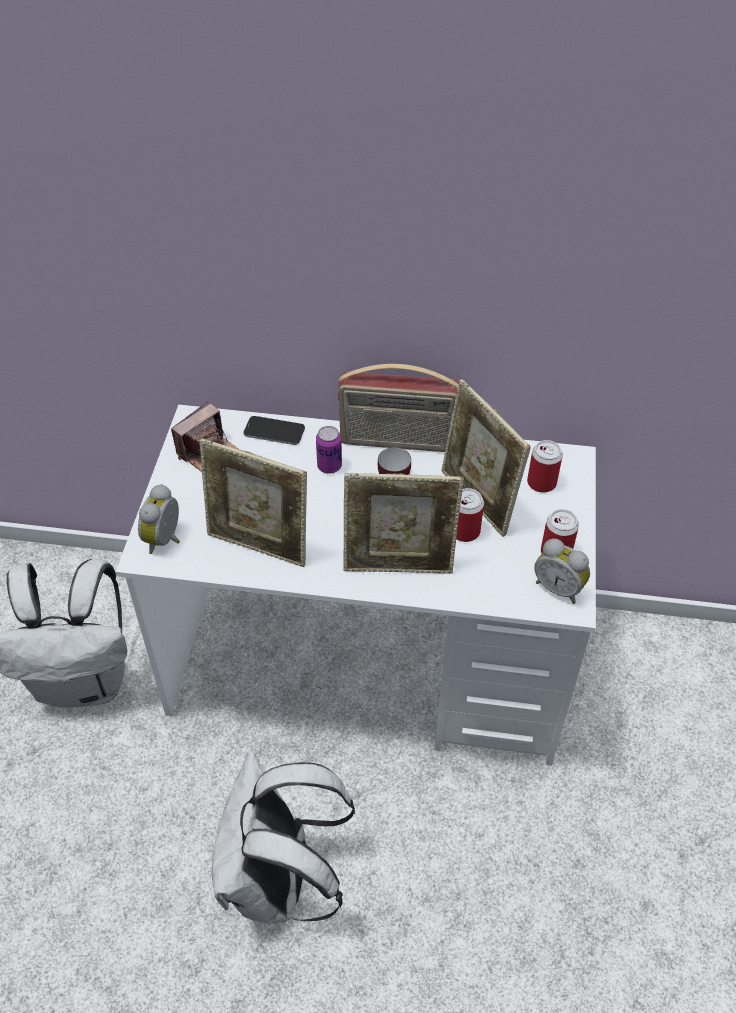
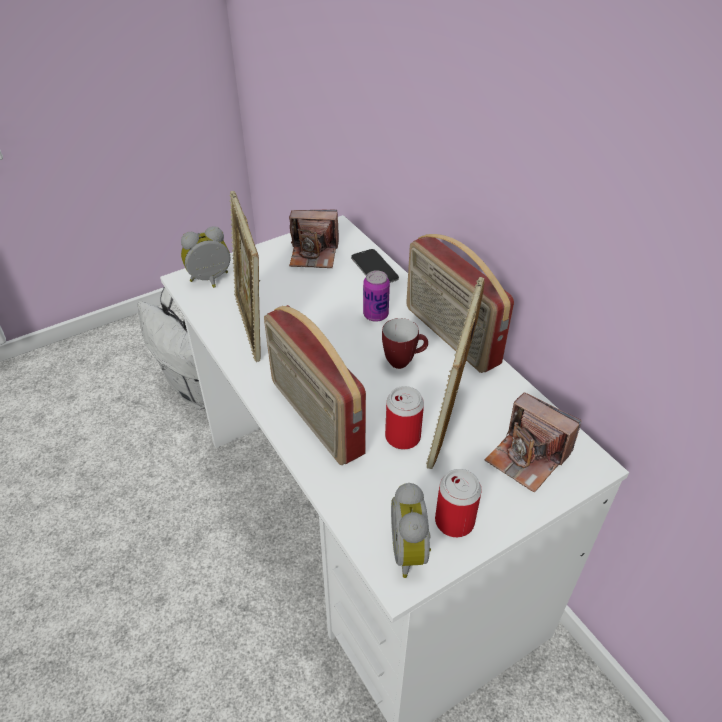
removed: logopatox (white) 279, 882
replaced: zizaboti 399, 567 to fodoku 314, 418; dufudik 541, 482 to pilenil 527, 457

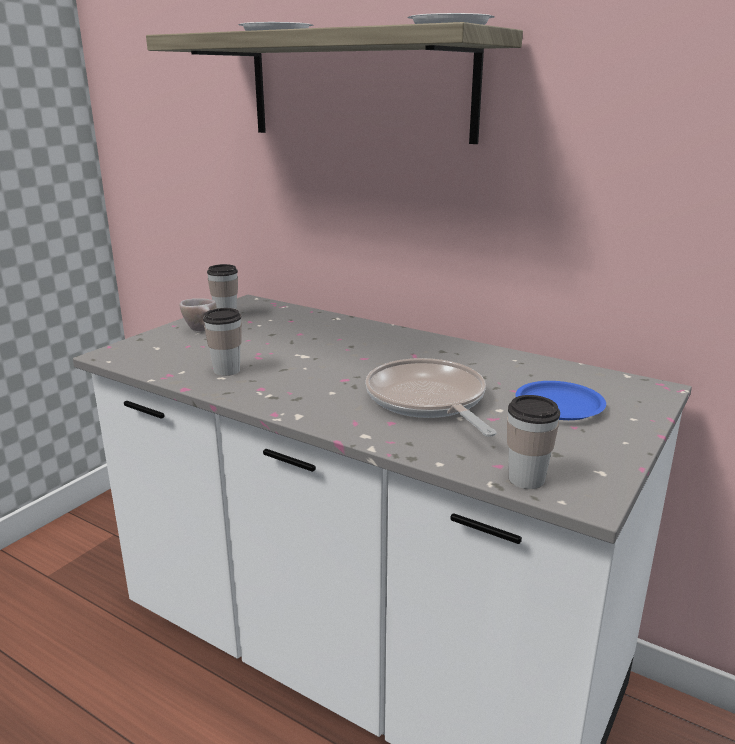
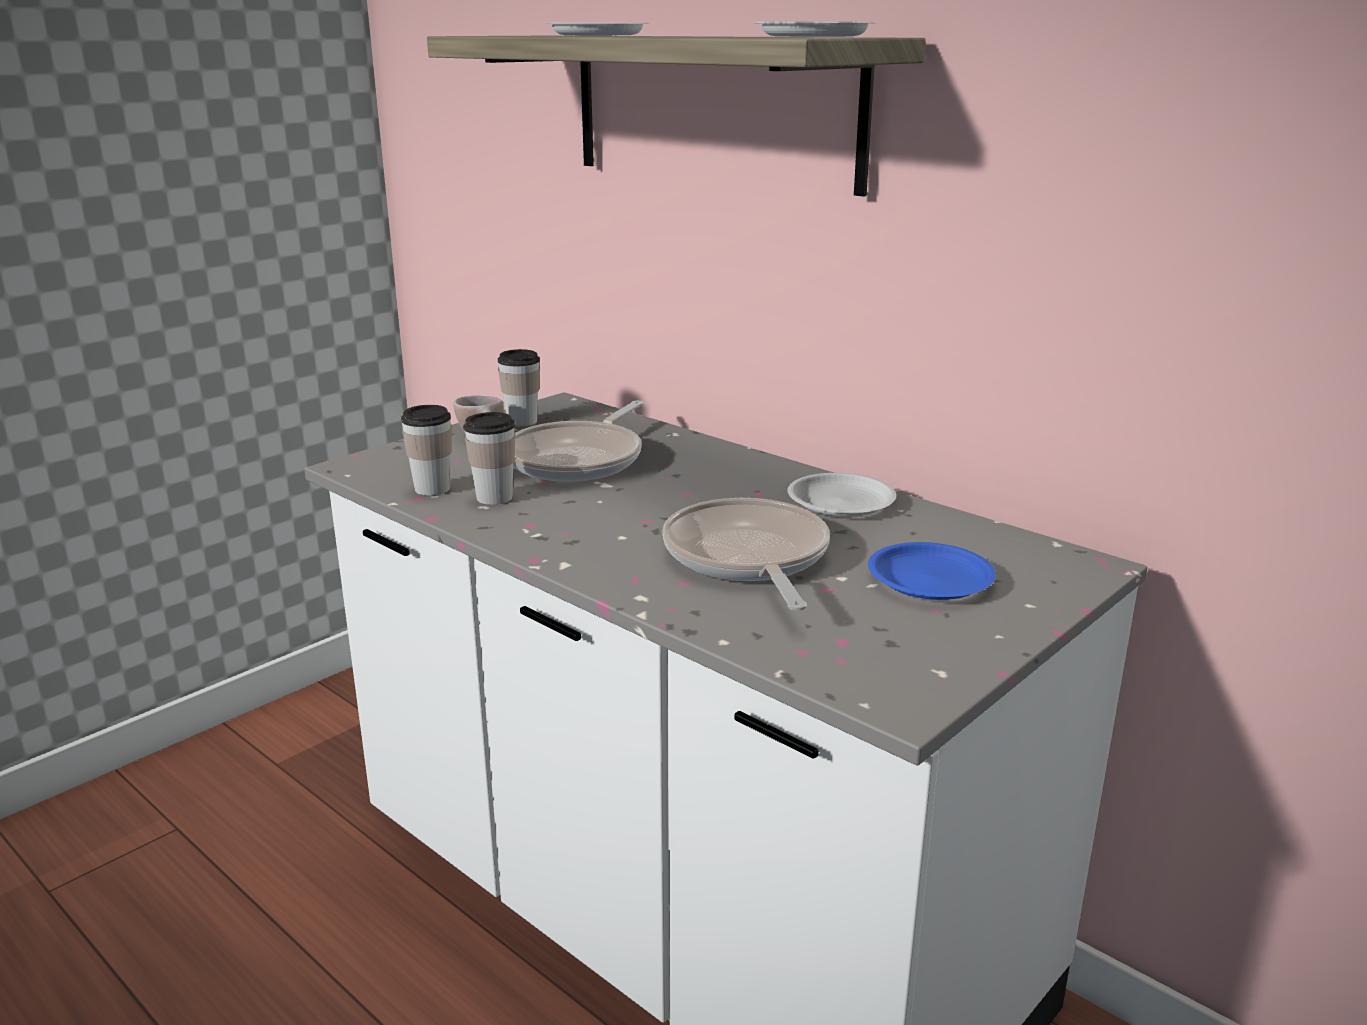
added: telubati 579, 459; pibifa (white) 842, 502
moved: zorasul 526, 479 to 432, 489

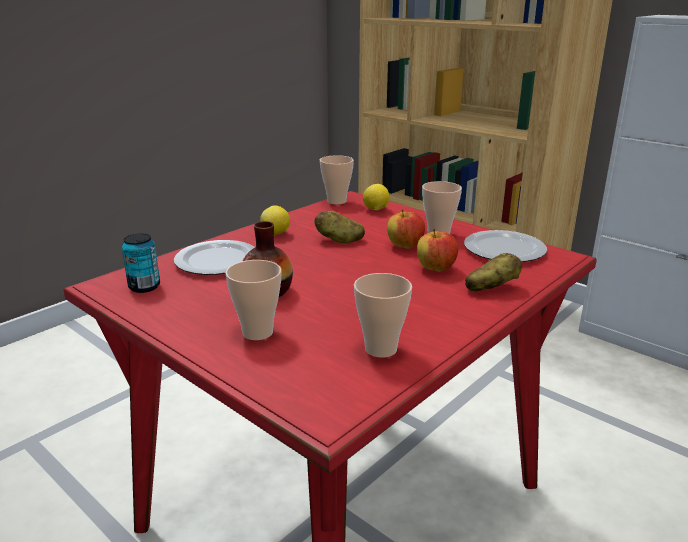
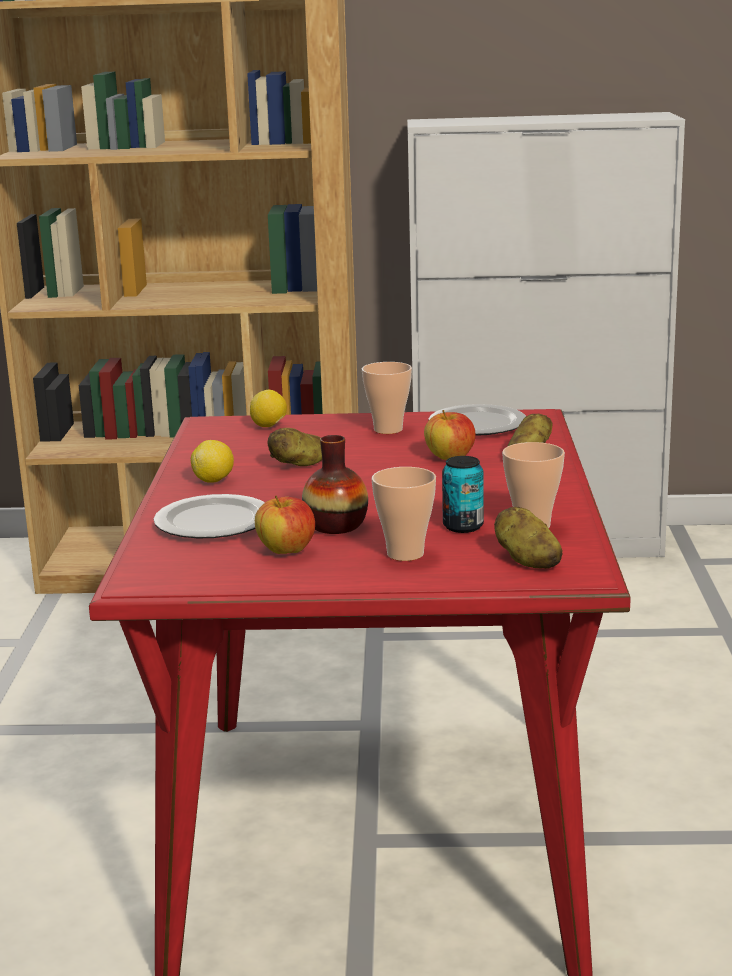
removed: zorasul 336, 201
added: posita 526, 560
moved: dufudik 144, 287 to 463, 526; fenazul 405, 246 to 286, 551

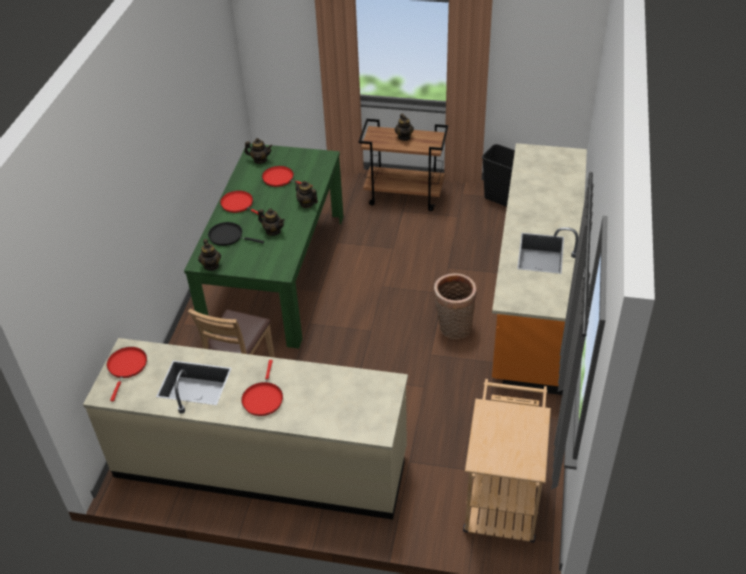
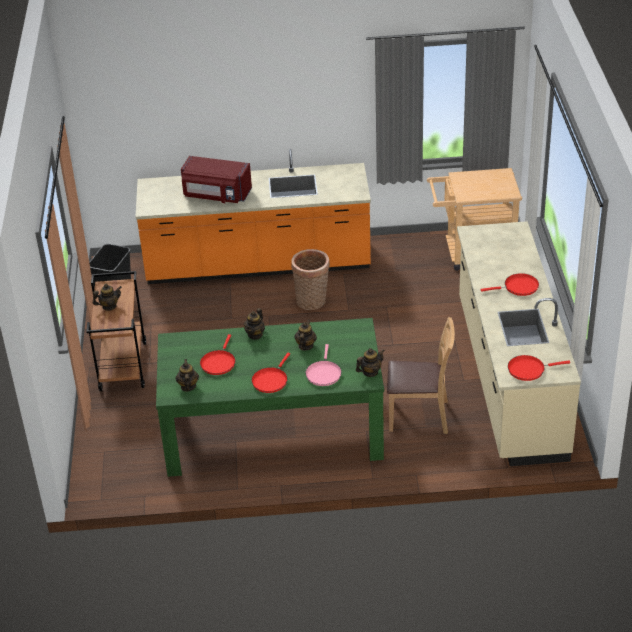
added: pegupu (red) 216, 195
recoloured: telubati (black) 228, 236 to telubati (pink) 323, 373

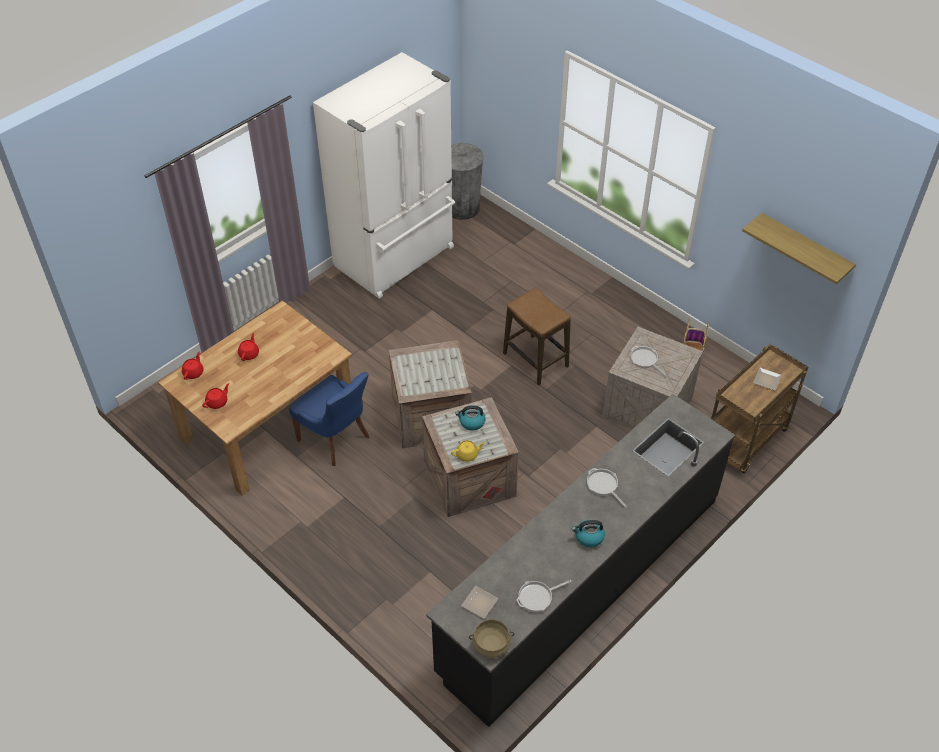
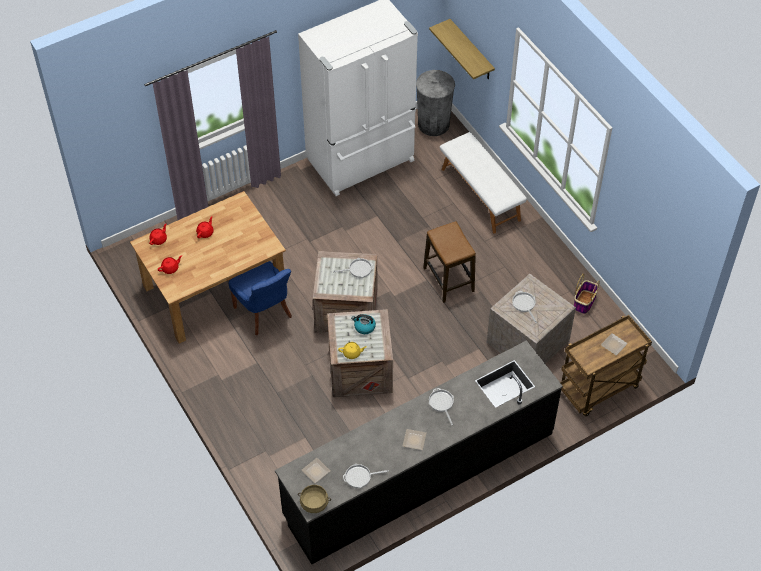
added: telubati 358, 269; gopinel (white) 481, 194
moved: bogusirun 804, 249 to 471, 51
replaced: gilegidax 588, 537 to pibifa 415, 441

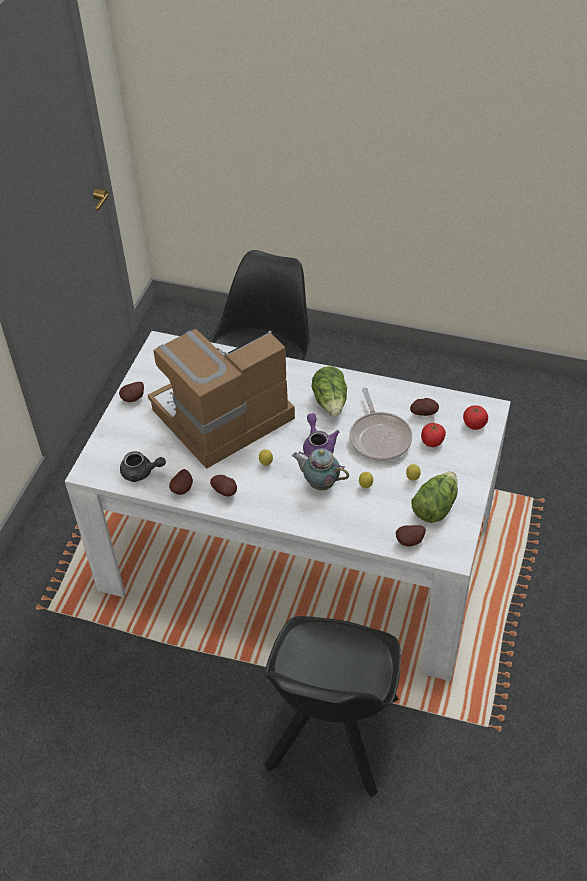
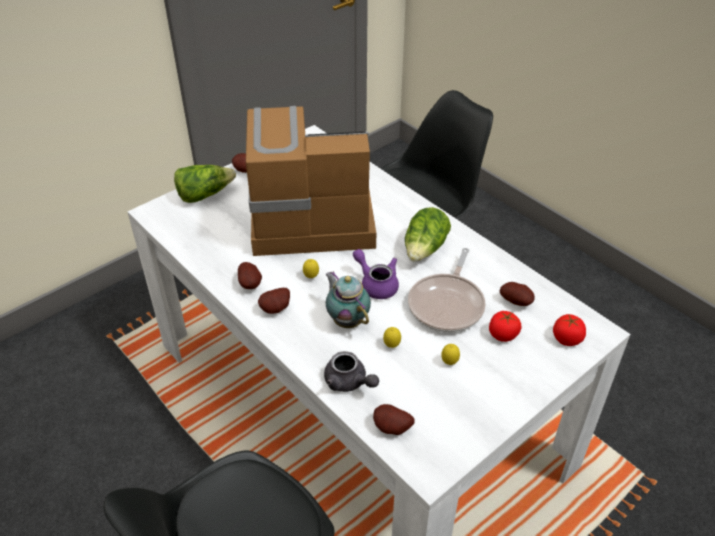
moved: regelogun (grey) 141, 473 to 349, 382; posita 183, 489 to 277, 309; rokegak 435, 506 to 204, 194
turned: regelogun (purple) 318, 446 = 376, 284 60 degrees counterclockwise

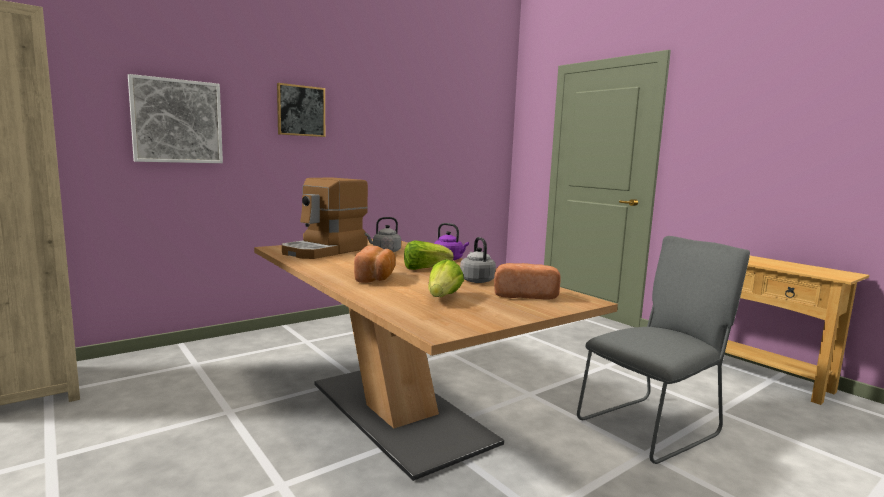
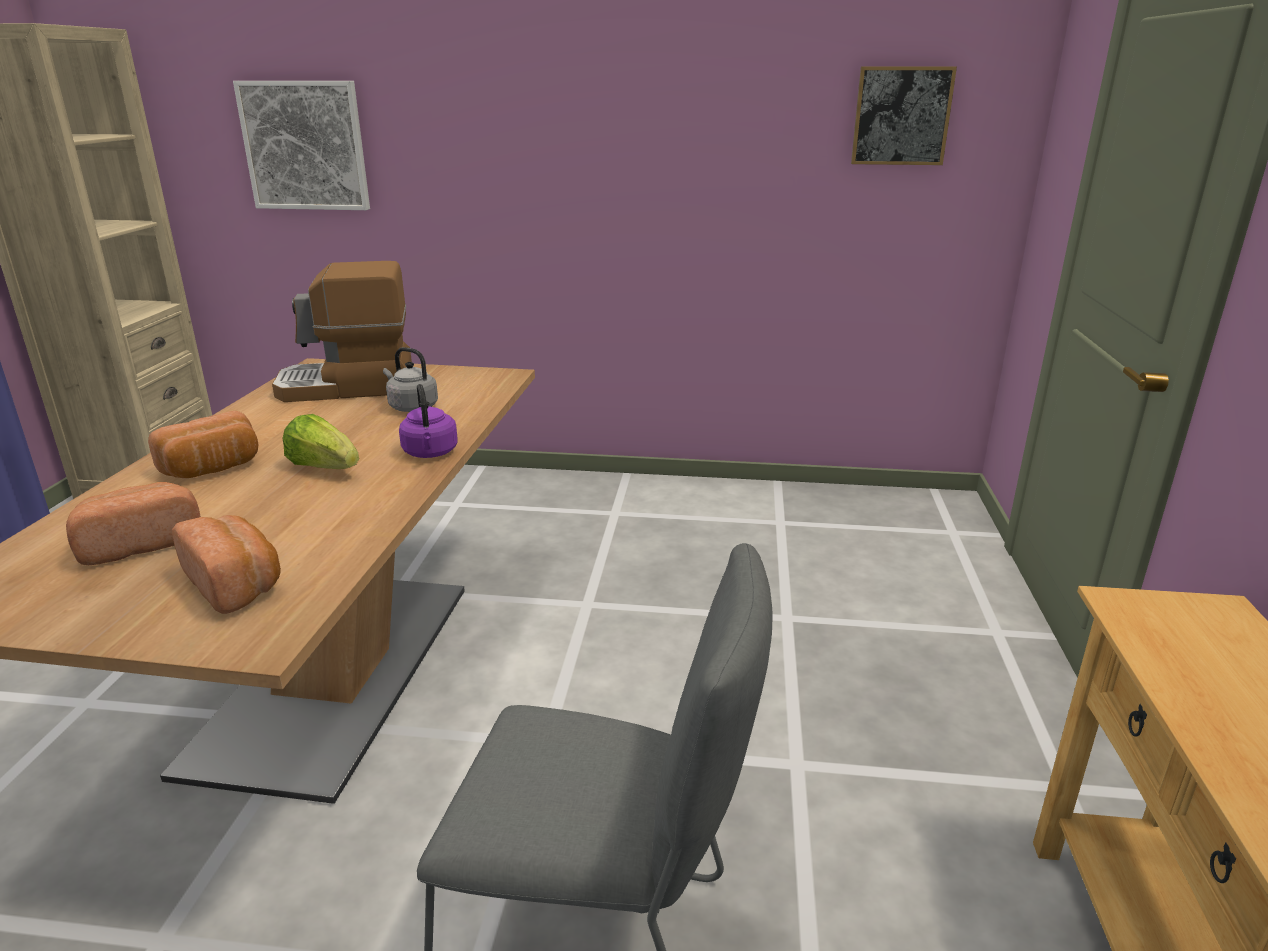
removed: gilegidax (grey) 476, 280
moved: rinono 301, 111 to 901, 116
replaced: rokegak 443, 297 to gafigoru 141, 543

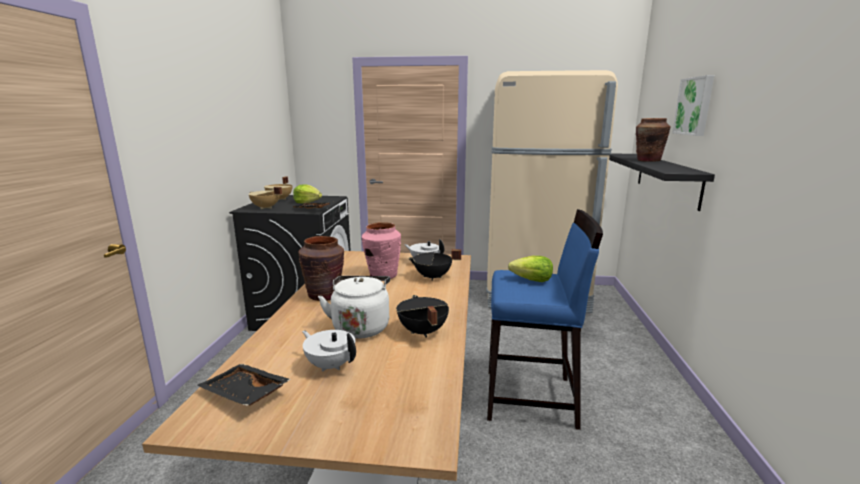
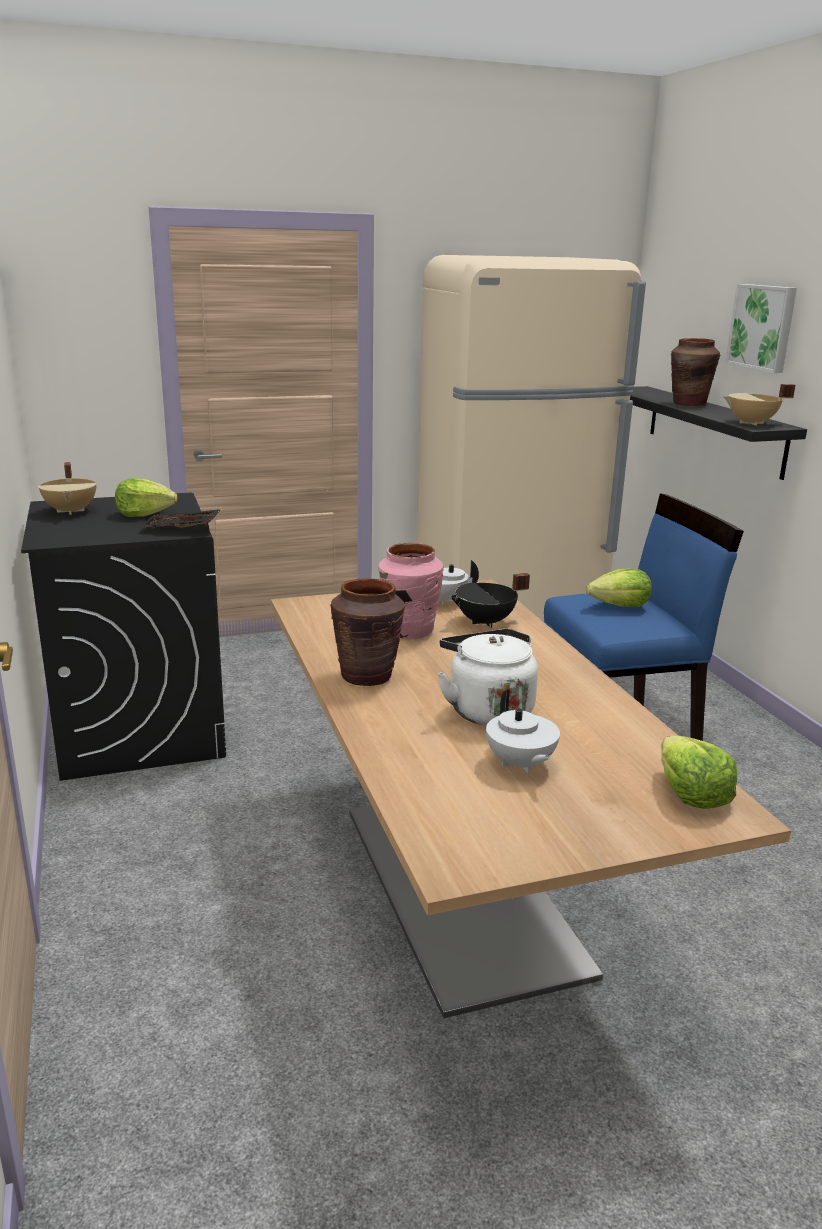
removed: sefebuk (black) 243, 394; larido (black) 422, 332
added: rokegak 691, 794
moved: larido (beige) 265, 208 to 752, 423
turned: regelogun (white) 330, 365 = 520, 764 120 degrees counterclockwise

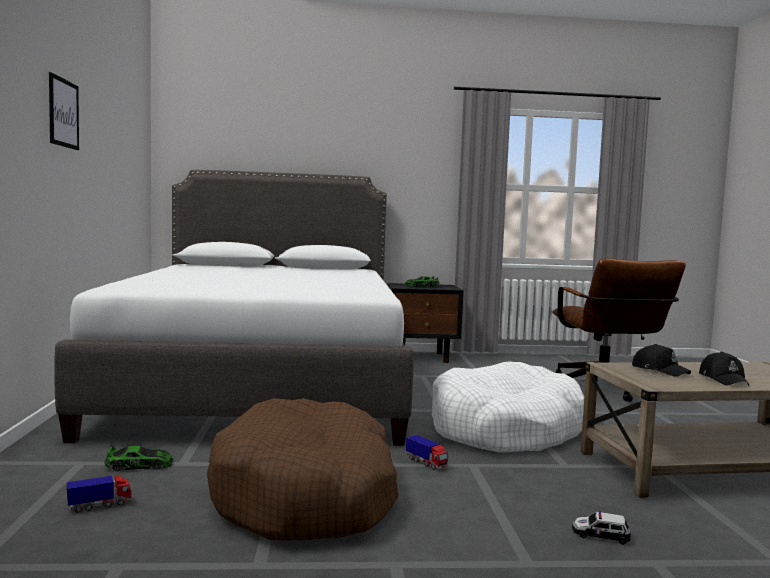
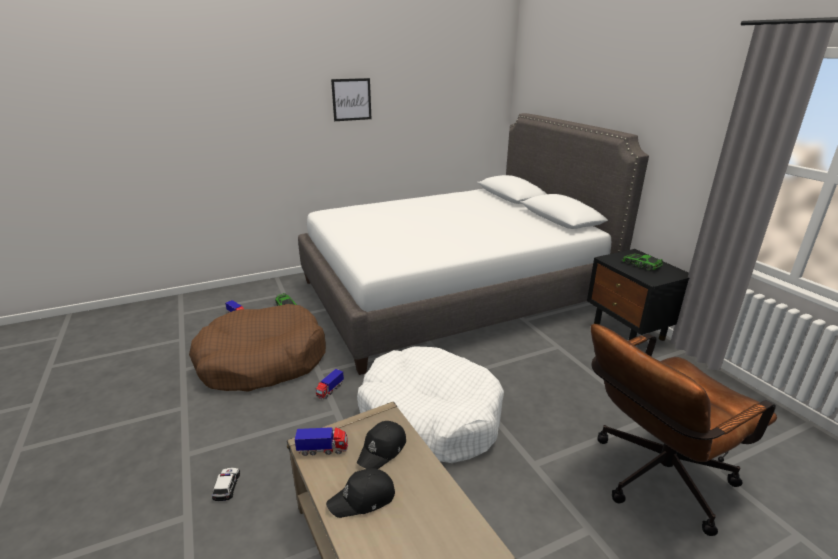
added: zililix 323, 449

